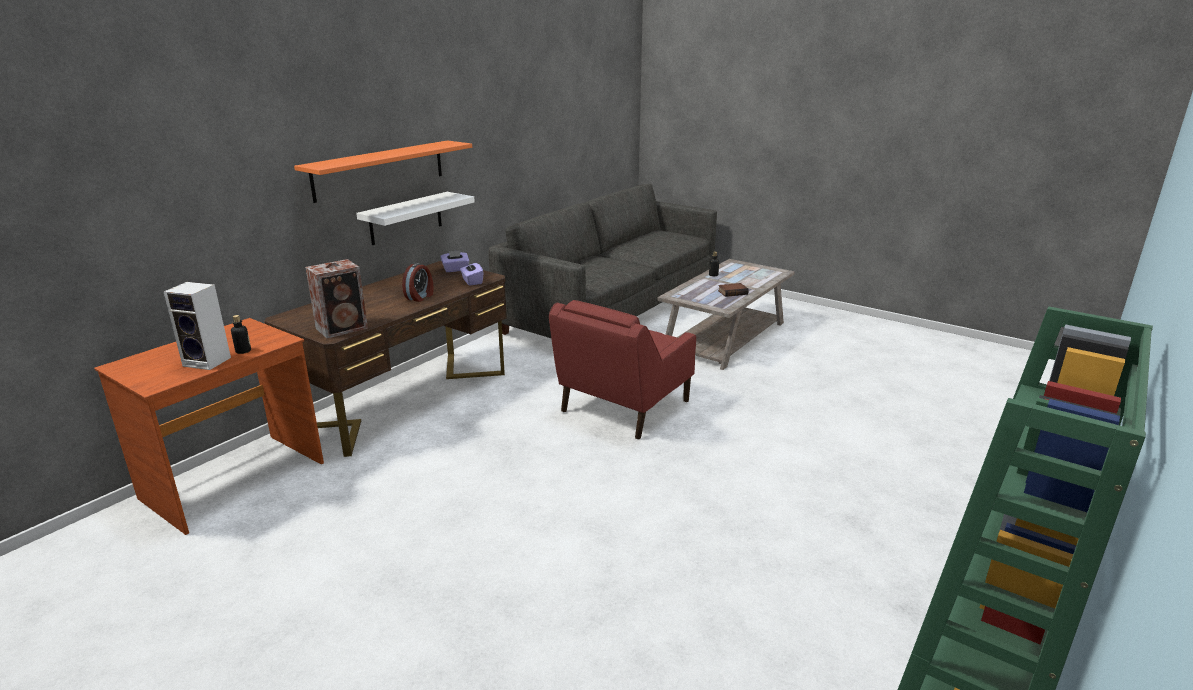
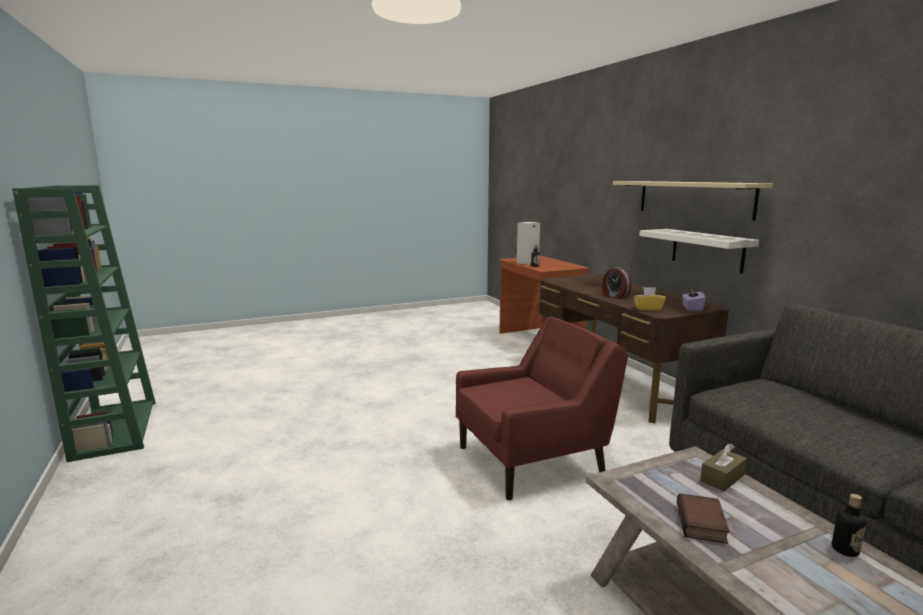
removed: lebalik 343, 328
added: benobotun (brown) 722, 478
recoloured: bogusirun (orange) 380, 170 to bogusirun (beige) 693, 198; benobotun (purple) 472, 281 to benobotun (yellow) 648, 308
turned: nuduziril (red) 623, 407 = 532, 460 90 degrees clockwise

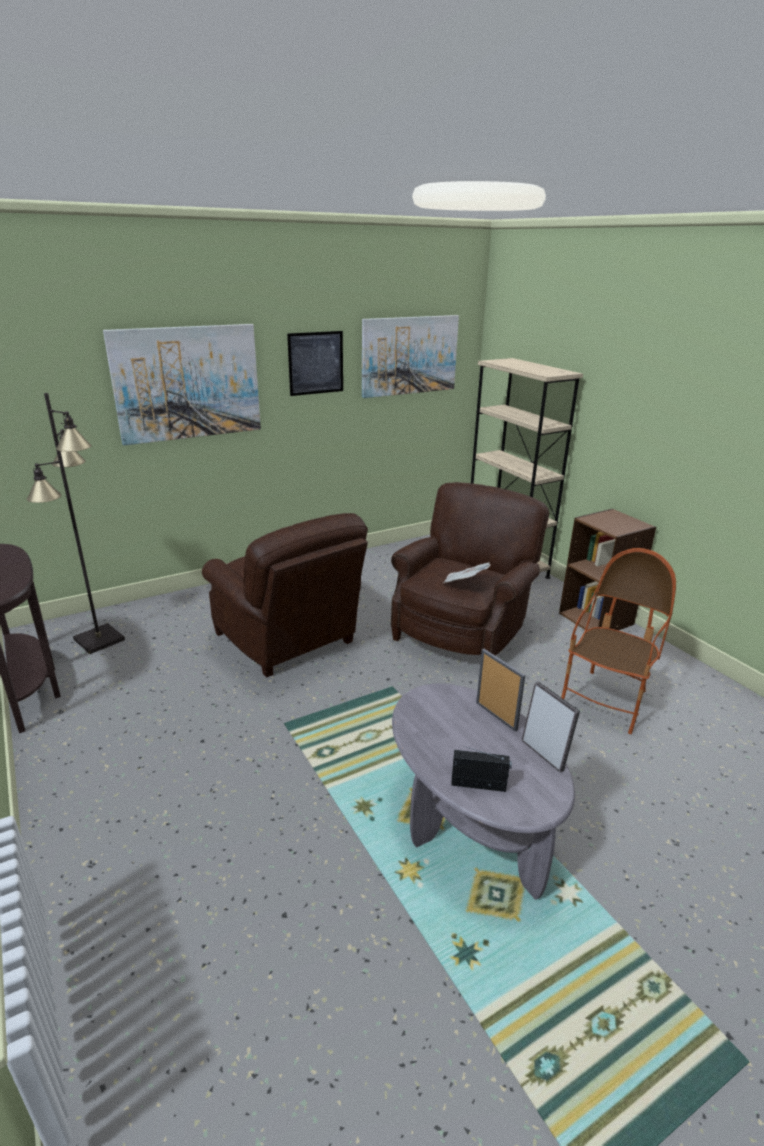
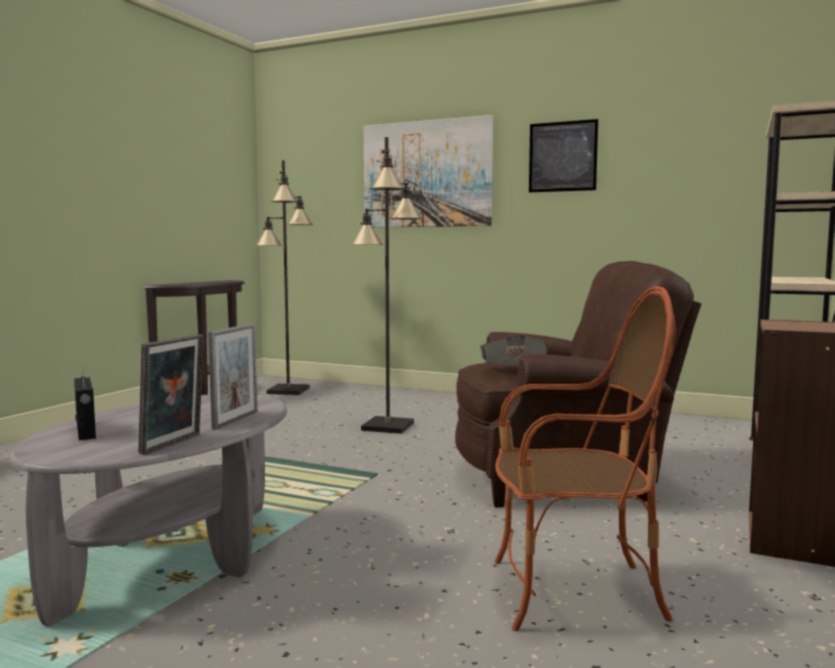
removed: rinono 409, 355
replaced: nuduziril (brown) 289, 640 to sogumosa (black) 387, 426

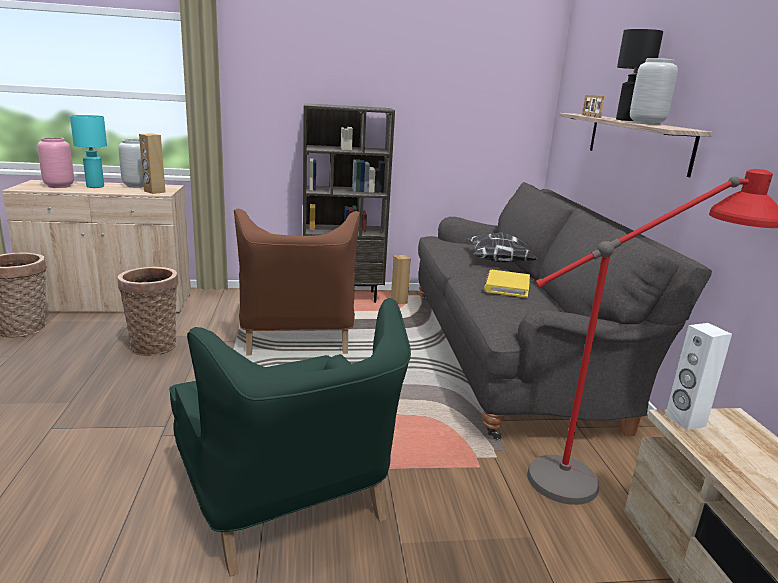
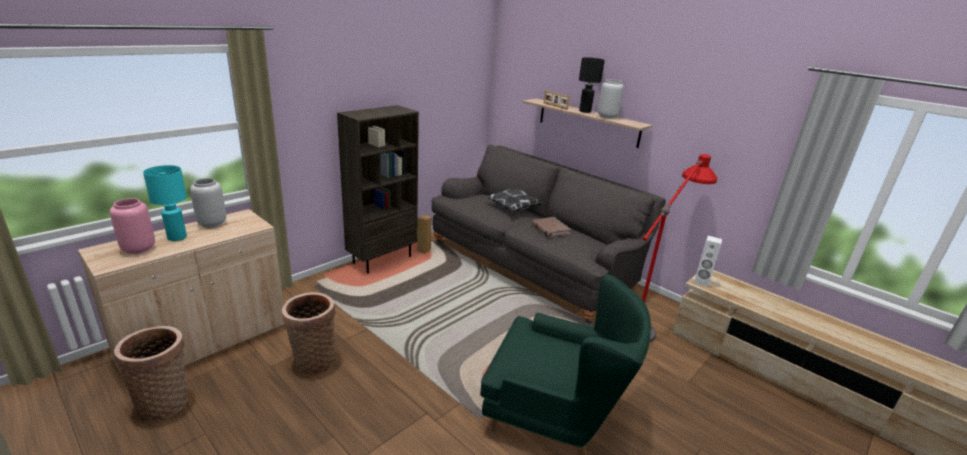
removed: lebalik (brown) 154, 191; nuduziril (brown) 297, 336
recoloured: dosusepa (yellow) 506, 286 to dosusepa (brown) 550, 229

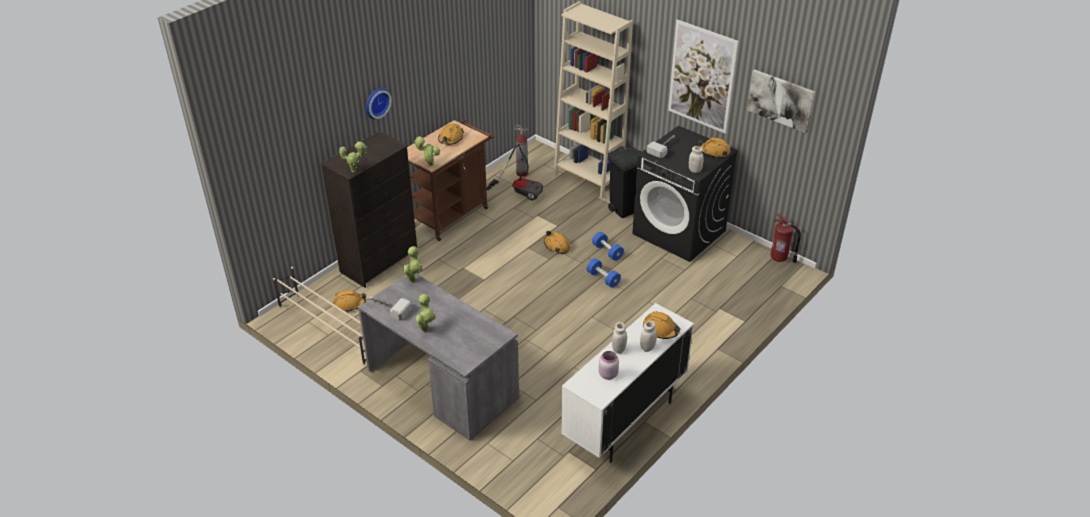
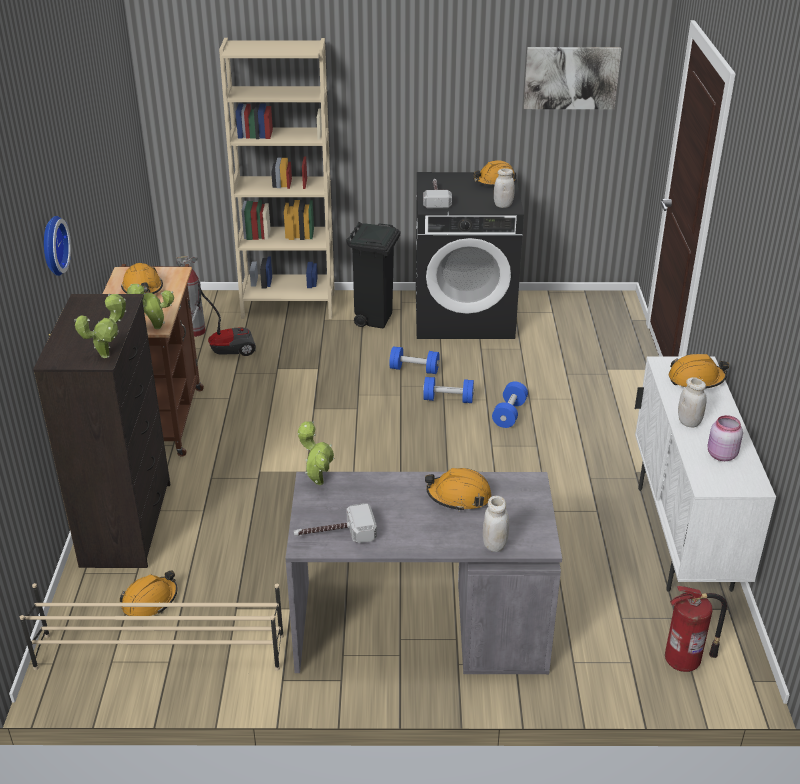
removed: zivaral 425, 329; rinono 702, 77
added: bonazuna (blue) 509, 414
moved: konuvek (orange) 557, 246 to 459, 496; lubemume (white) 647, 348 to 494, 545; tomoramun 780, 258 to 685, 661

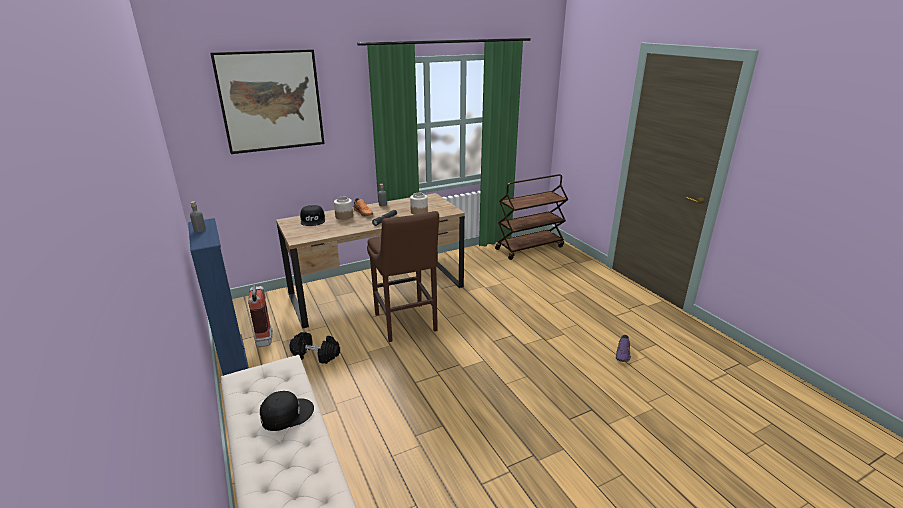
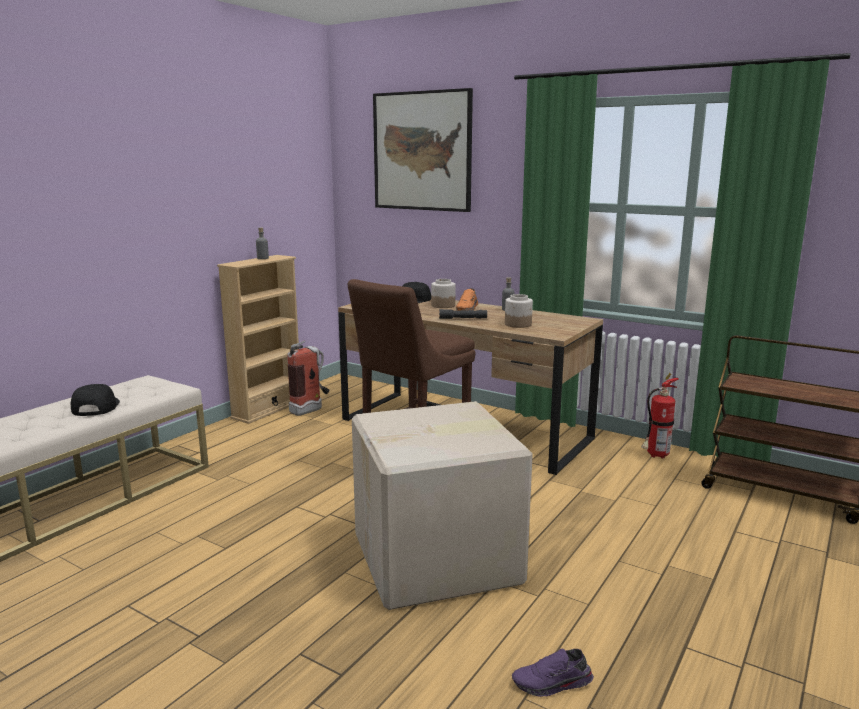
removed: bonazuna (black) 316, 355
added: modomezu 439, 559; tomoramun 655, 456
recoloured: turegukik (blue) 233, 356 to turegukik (beige) 268, 409
turned: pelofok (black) 286, 414 = 95, 407 135 degrees counterclockwise

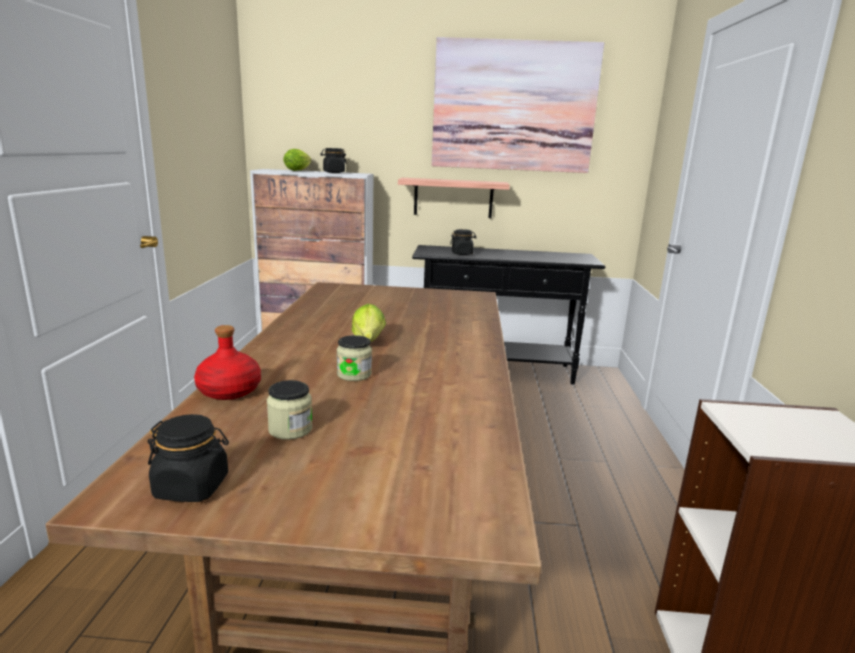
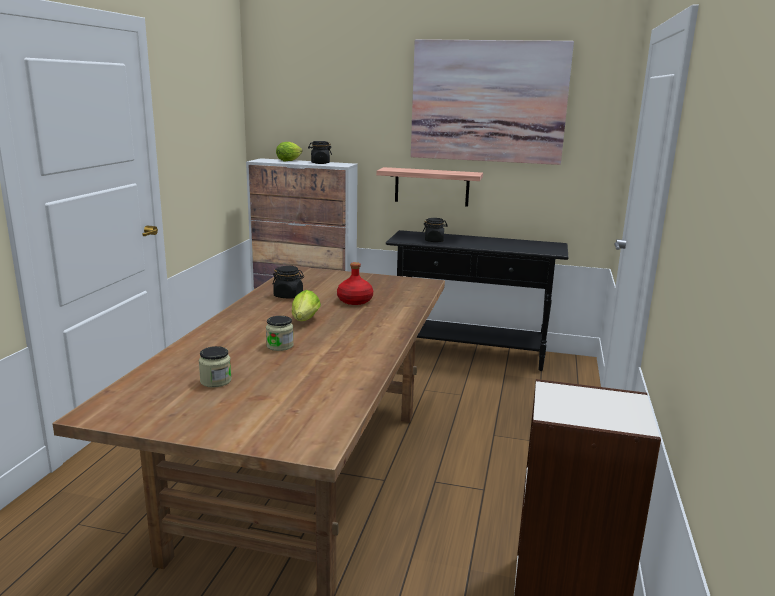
moved: lubemume (black) 192, 487 to 288, 296; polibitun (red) 230, 390 to 355, 301

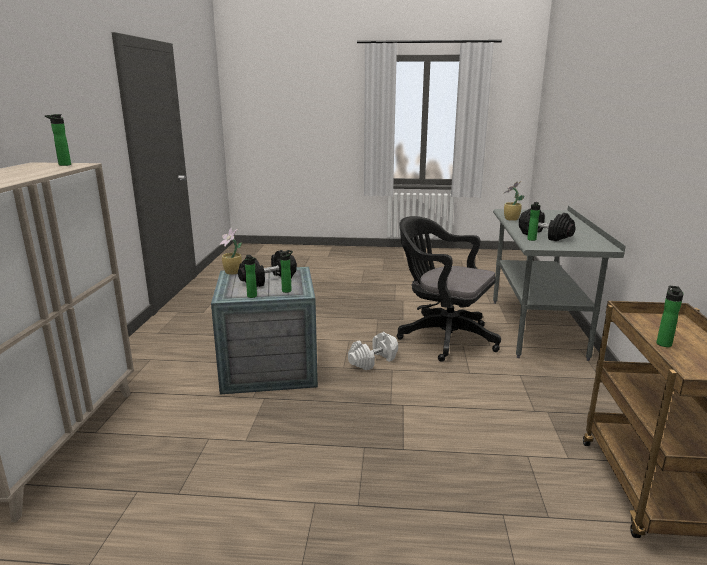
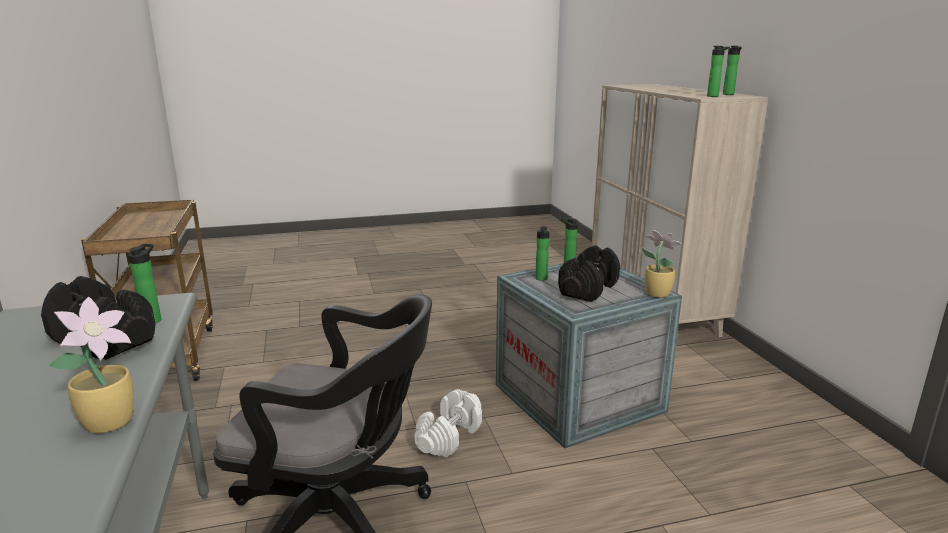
moved: polibitun 663, 343 to 728, 94

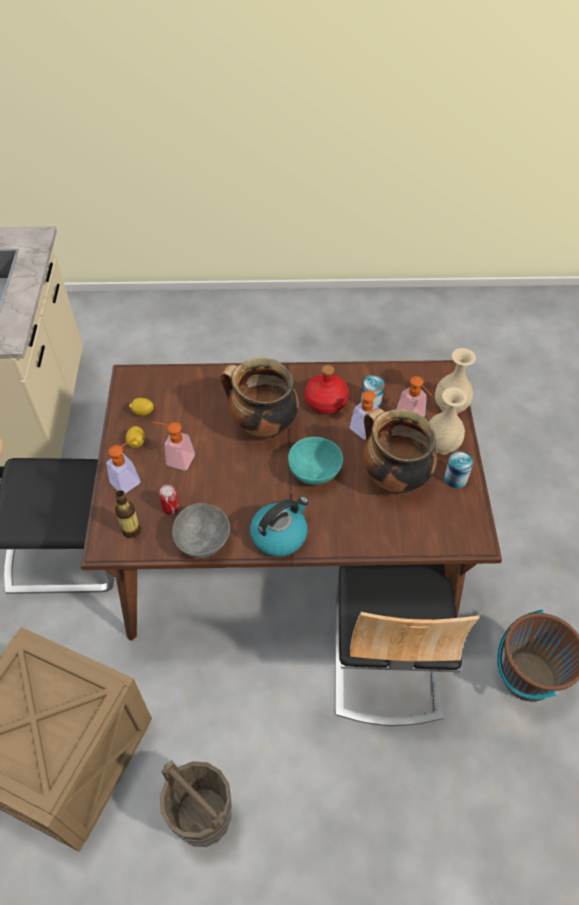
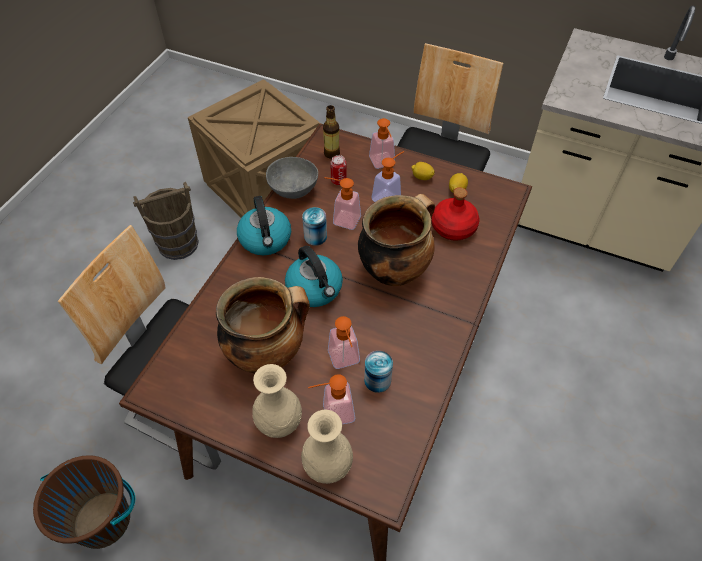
added: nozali 342, 219
moved: polibitun (red) 325, 401 to 454, 227; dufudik 455, 478 to 315, 236
replaced: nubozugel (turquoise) 313, 472 to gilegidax 315, 289

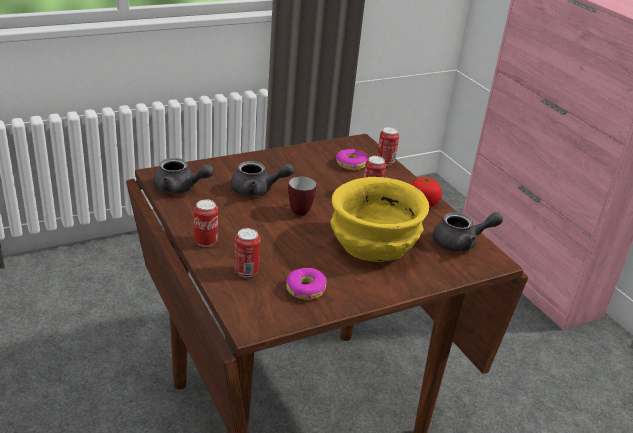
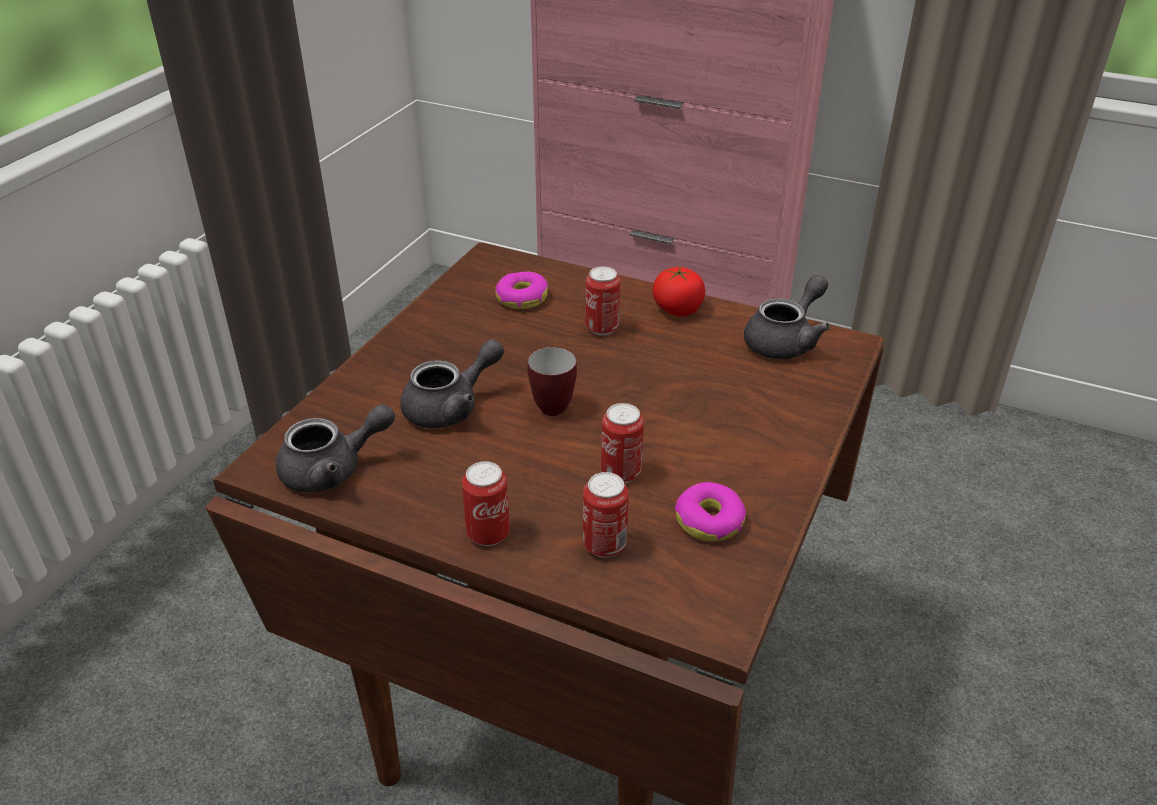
removed: nubozugel (yellow) 373, 246
moved: dufudik 385, 162 to 621, 473

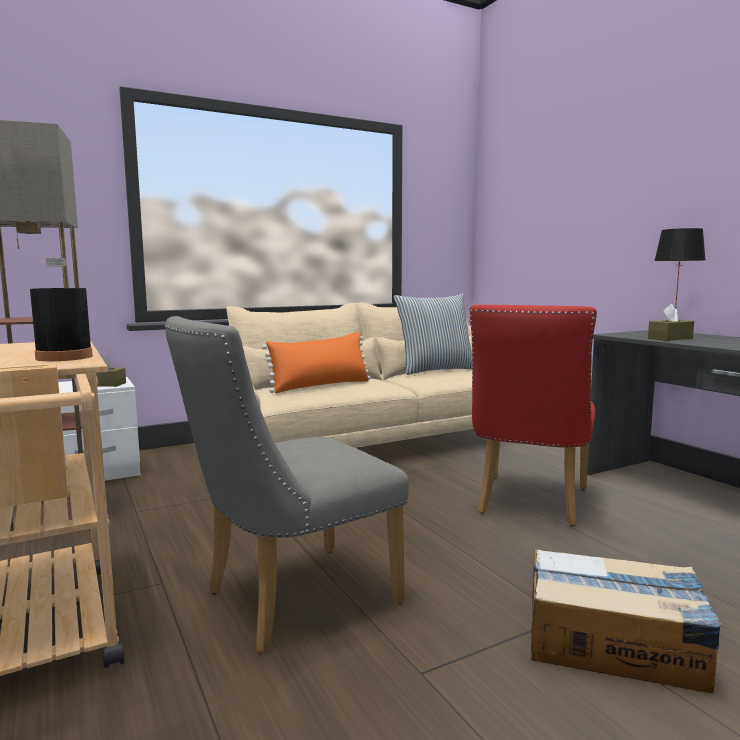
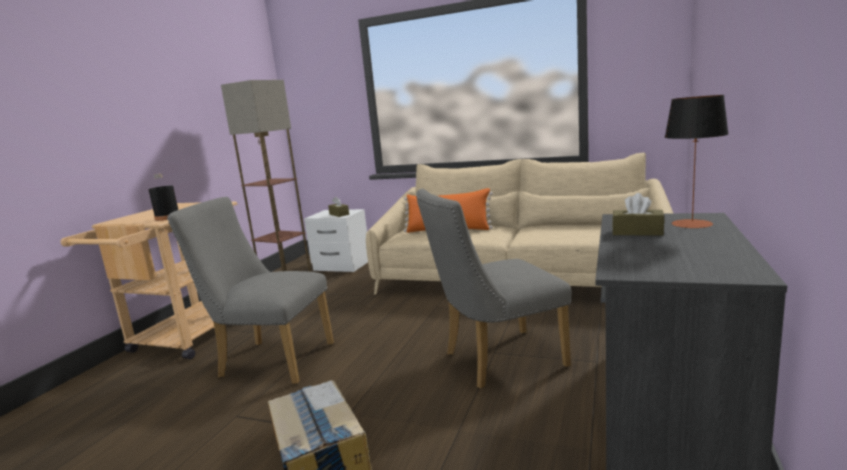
removed: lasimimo 435, 370
recoloured: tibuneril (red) 529, 504 to tibuneril (grey) 495, 361

